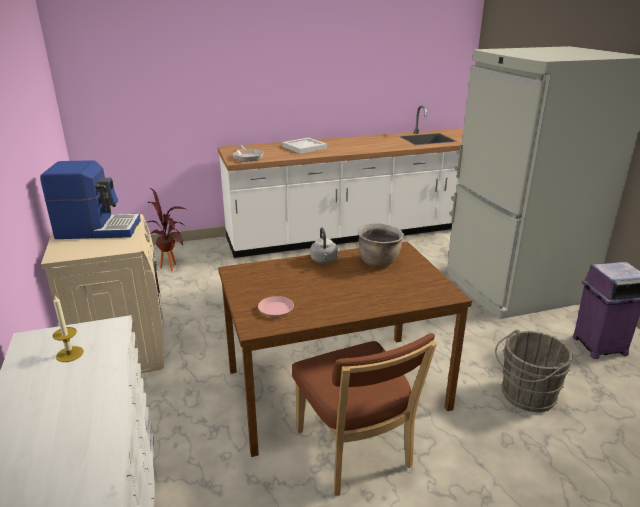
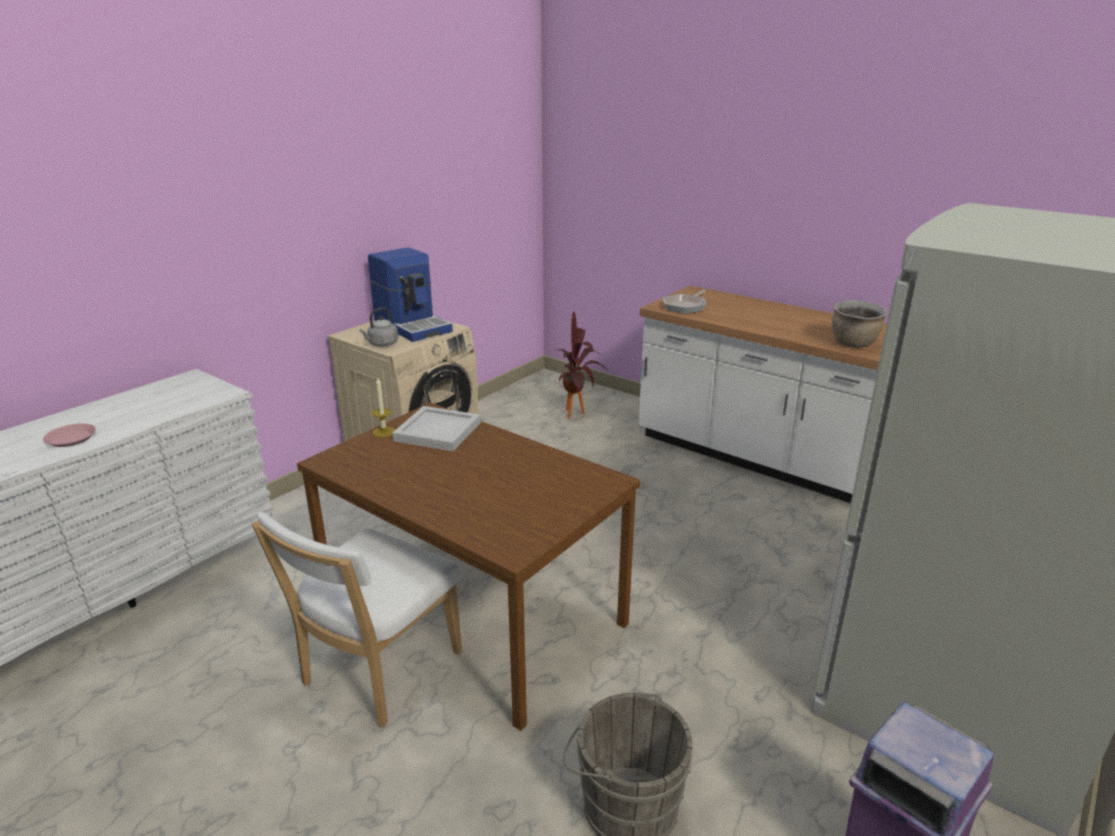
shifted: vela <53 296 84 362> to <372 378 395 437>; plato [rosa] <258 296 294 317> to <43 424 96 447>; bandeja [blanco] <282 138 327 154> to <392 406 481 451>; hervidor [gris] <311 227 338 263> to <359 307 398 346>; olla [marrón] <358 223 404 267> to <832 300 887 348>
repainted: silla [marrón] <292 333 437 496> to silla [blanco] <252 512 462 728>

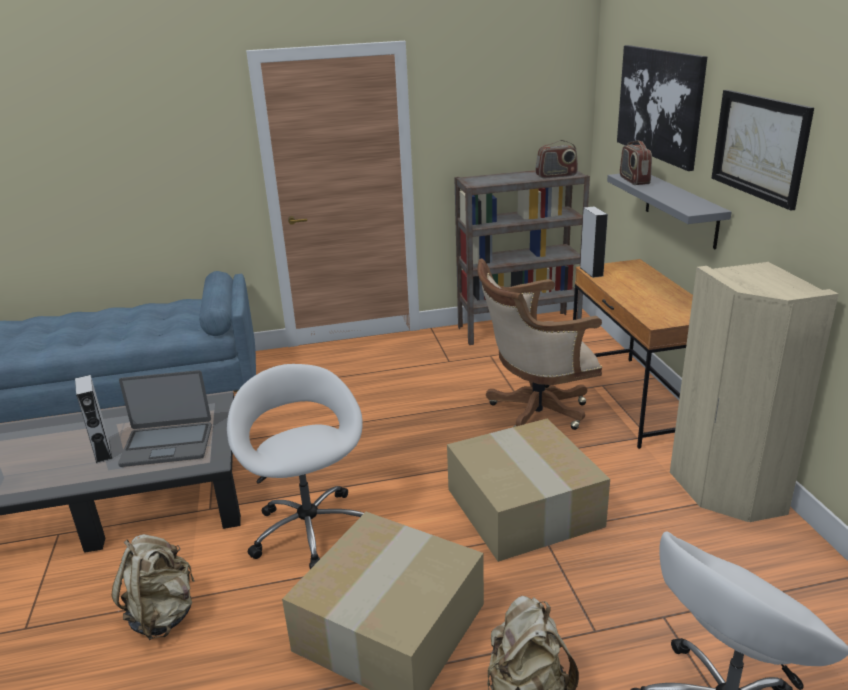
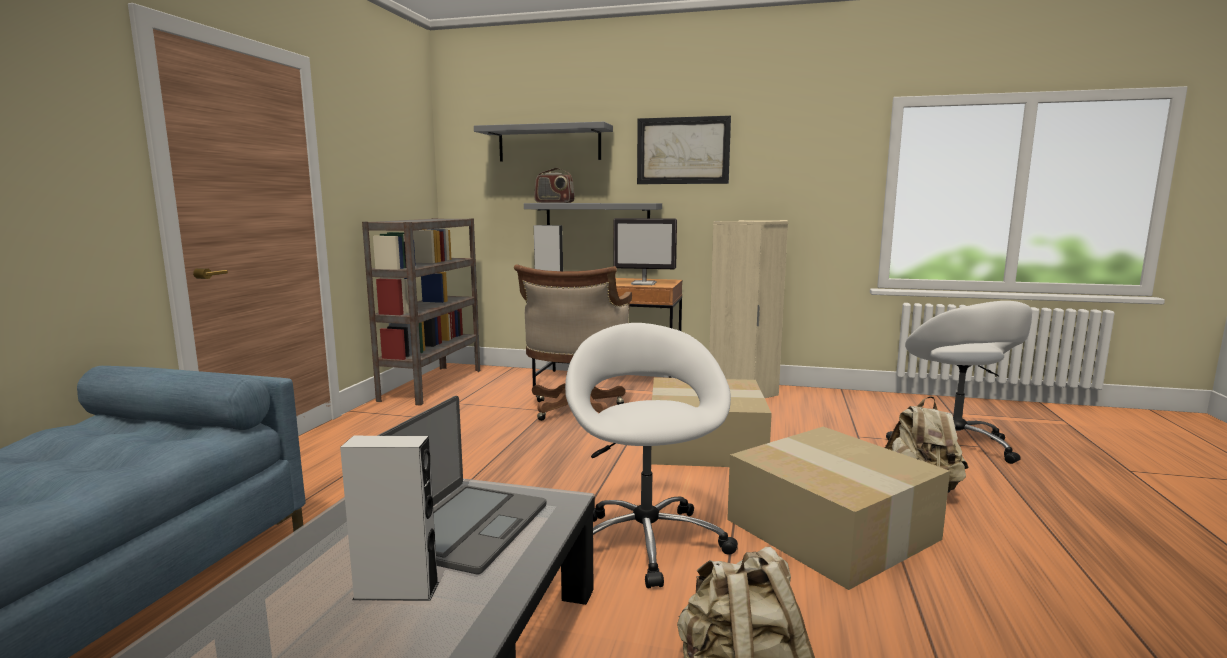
gone: radio <536 140 578 178>
new: monitor <613 218 677 285>
swapped: cuadro <617 45 707 171> to estante [gris] <474 122 613 161>
rotated: silla de oficina [blanco] <227 364 364 569> = <565 323 738 588> 75 degrees clockwise

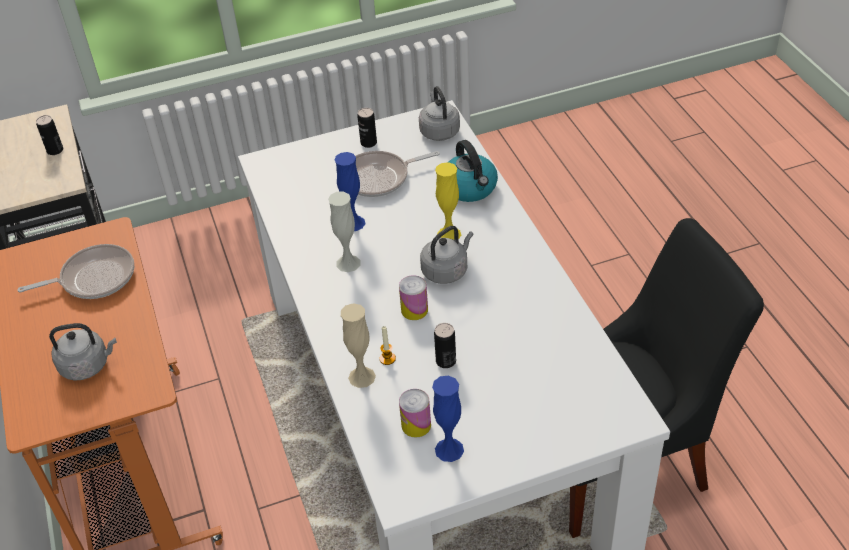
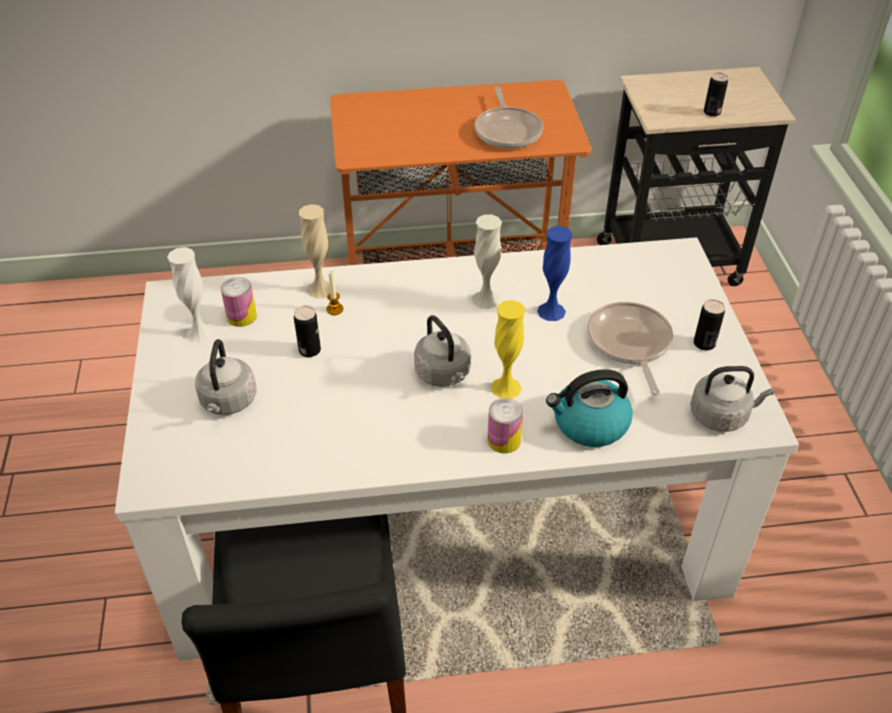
shifted: hervidor [gris] <49 323 117 381> to <195 339 256 415>; lata <399 275 428 320> to <487 398 523 453>
repainted: florero [azul] <432 376 464 462> to florero [blanco] <167 247 215 344>

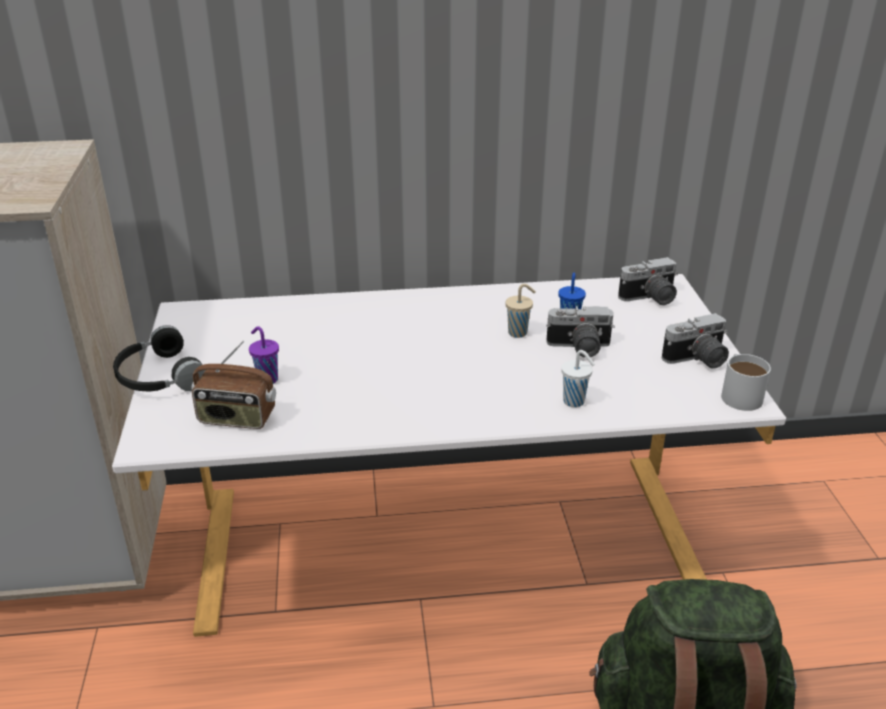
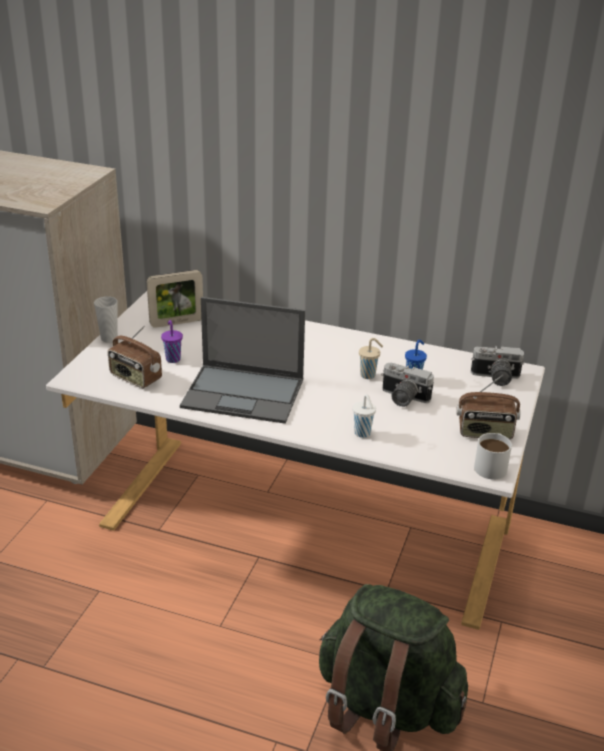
new: portarretratos <147 270 203 328>; portátil <180 297 305 424>
swapped: auriculares [negro] <113 325 205 391> to taza <94 296 118 343>; cámara <662 313 729 369> to radio <456 375 520 440>

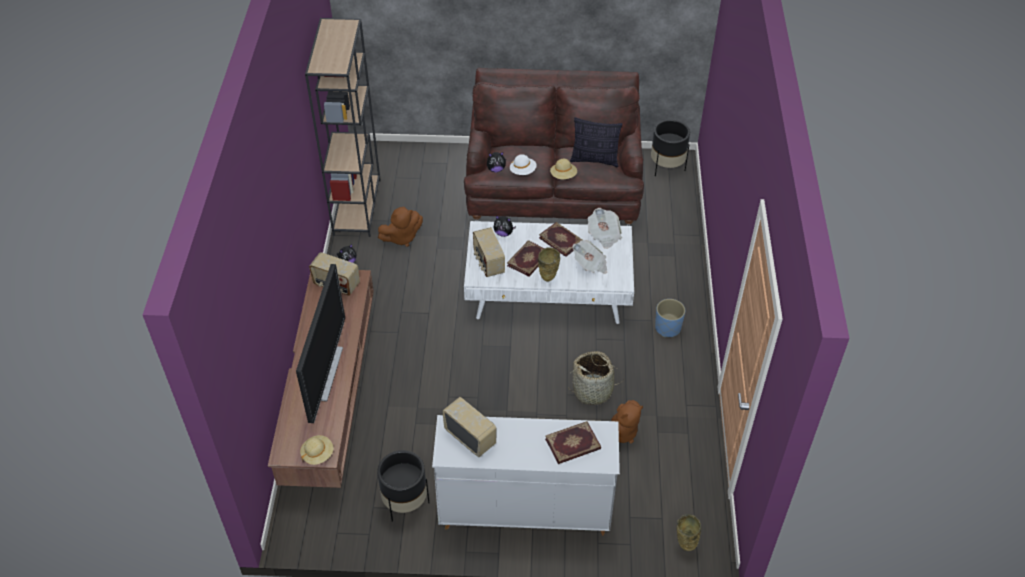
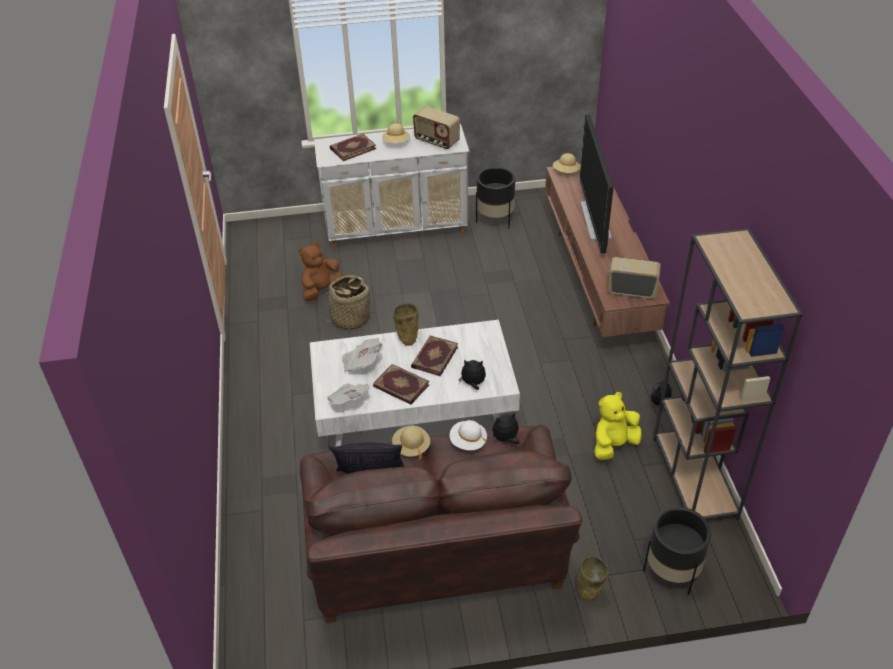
gone: radio <473 227 505 277>; maceta [azul] <655 299 685 337>
new: sombrero [beis] <382 123 410 143>
shifted: maceta [negro] <651 120 690 176> to <643 507 711 595>; florero [beis] <677 514 701 551> to <577 556 608 600>
repainted: peluche [marrón] <378 207 423 247> to peluche [amarillo] <594 392 642 460>

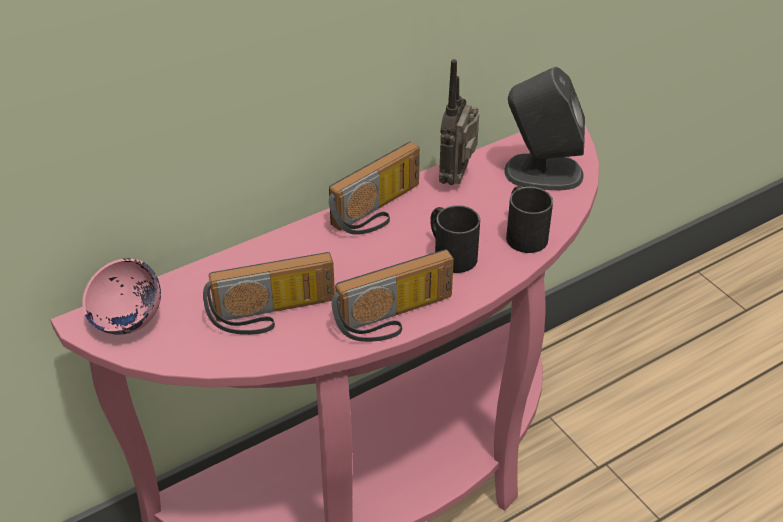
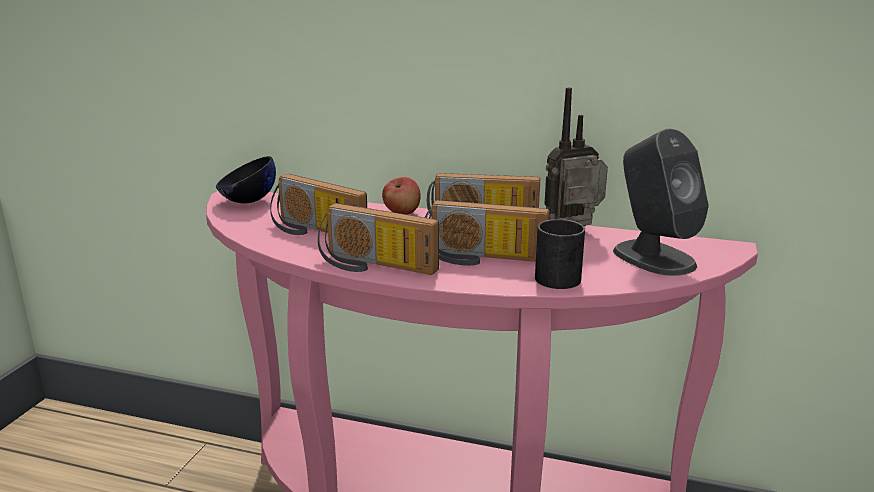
new: manzana <382 177 421 215>
swapped: taza grande [negro] <430 205 480 273> to radio <425 200 550 266>
repainted: cuenco [rosa] <82 258 161 335> to cuenco [negro] <216 156 276 203>

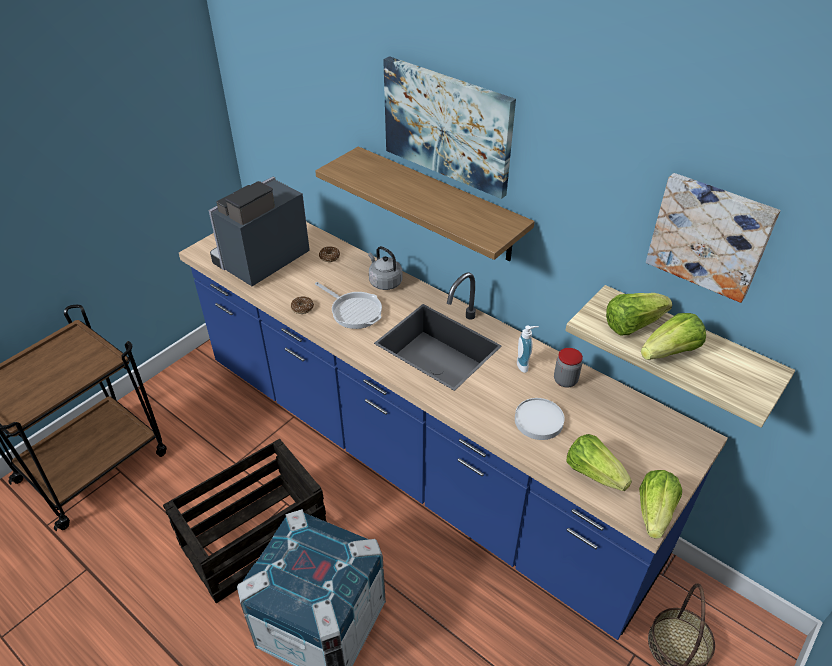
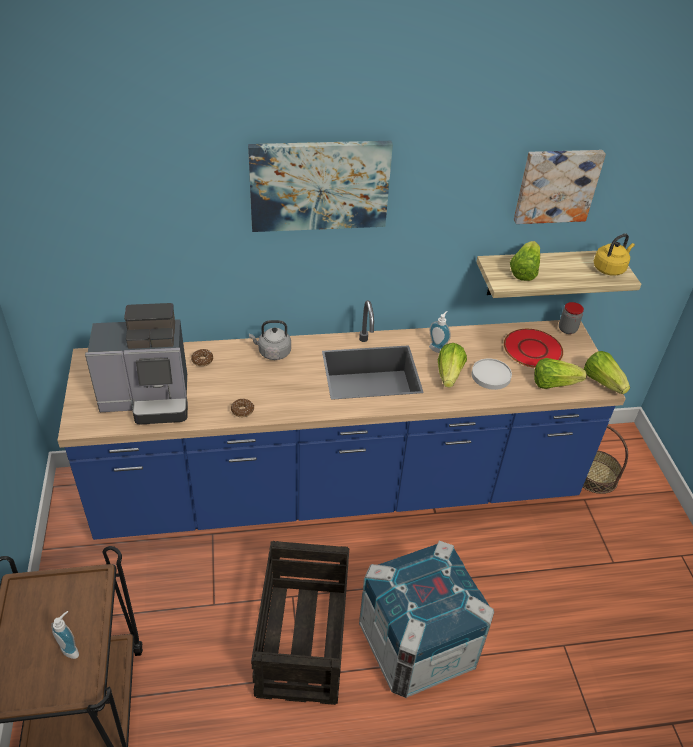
gone: estante <315 146 535 261>; sartén <315 282 382 329>
new: dispensador de jabón <51 611 79 659>; plato [rojo] <504 329 563 368>; hervidor [amarillo] <594 233 635 276>
shifted: tarro <554 348 583 387> to <559 302 584 334>; lechuga <641 313 706 360> to <438 343 467 388>
rotated: cafetera <209 177 310 286> = <85 303 188 424> 90 degrees counterclockwise

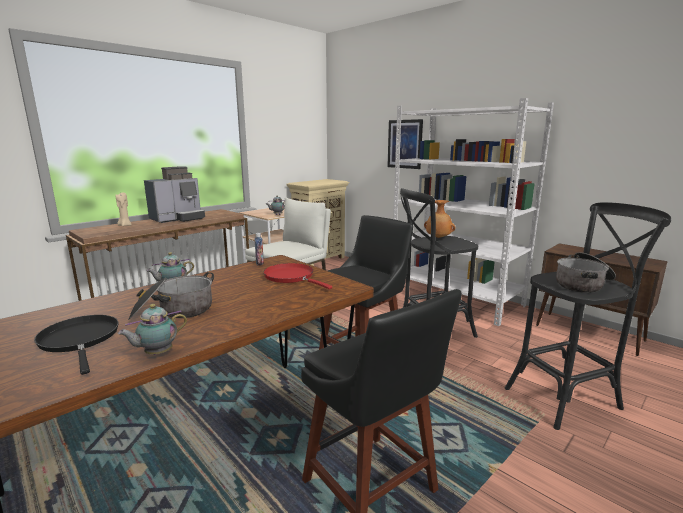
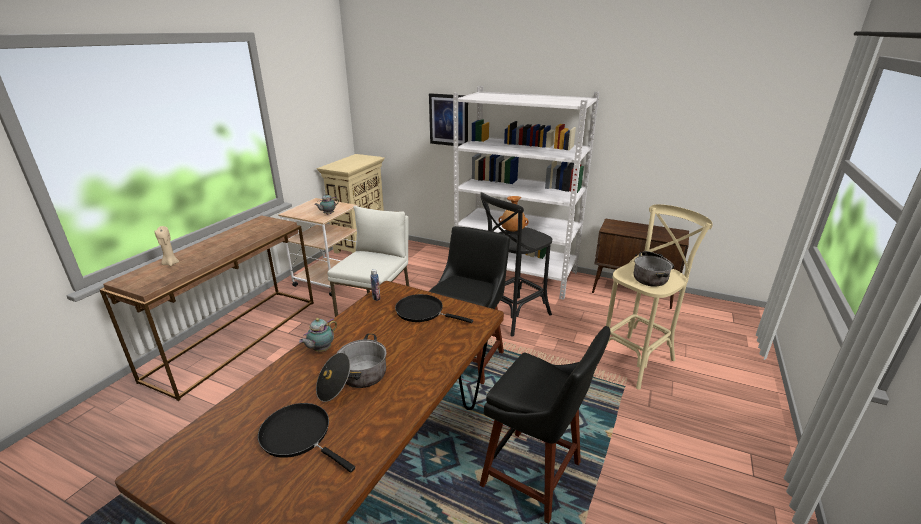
gone: tetera <118 304 187 355>; cafetera <144 166 205 223>
repainted: sartén [rojo] <263 263 332 289> to sartén [negro] <395 294 473 323>; taburete [negro] <504 202 671 430> to taburete [beis] <605 204 713 389>

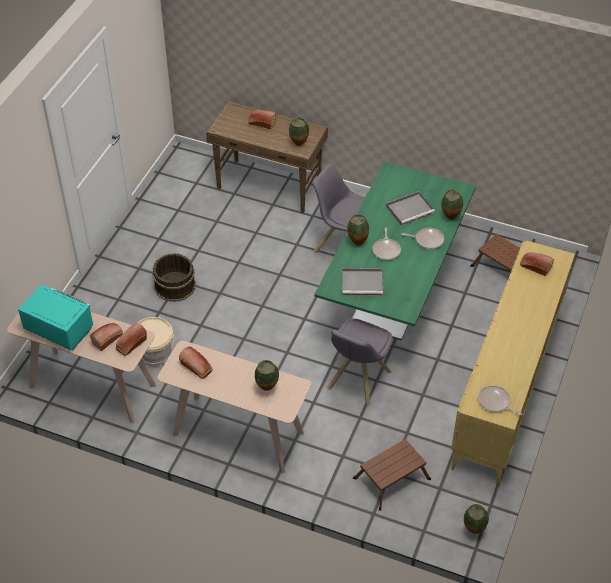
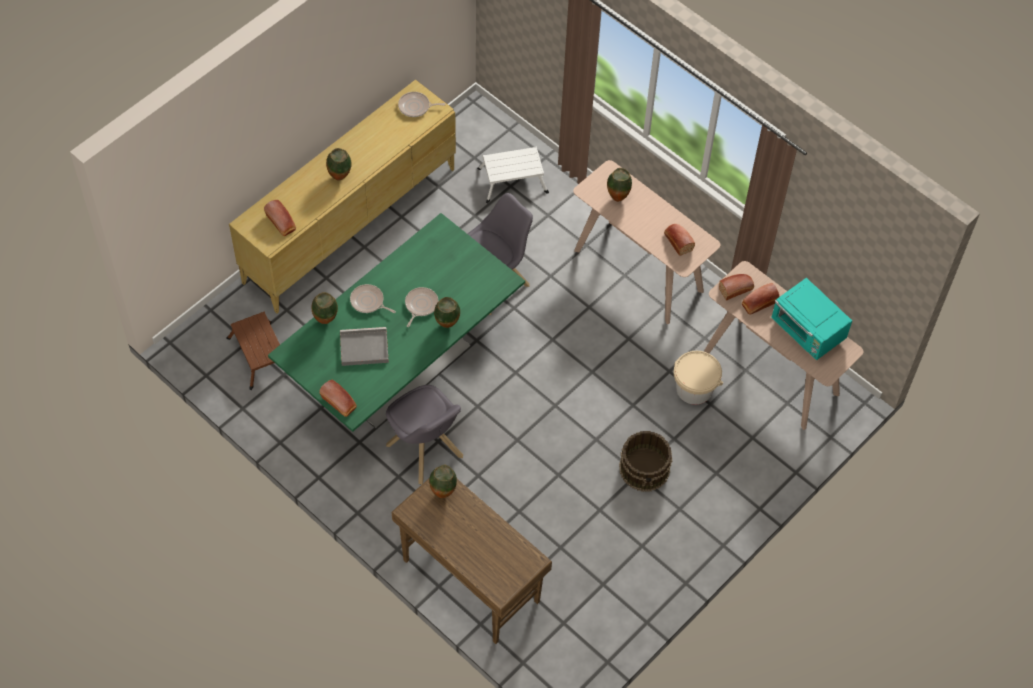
gone: bandeja [gris] <342 268 383 296>
shifted: pan <248 110 276 129> to <320 380 357 417>; florero <464 504 489 534> to <326 148 352 180>
repainted: escalera de tijera [marrón] <353 439 431 511> to escalera de tijera [blanco] <477 147 549 204>
rotated: sartén <478 385 522 415> = <398 92 446 117> 120 degrees clockwise

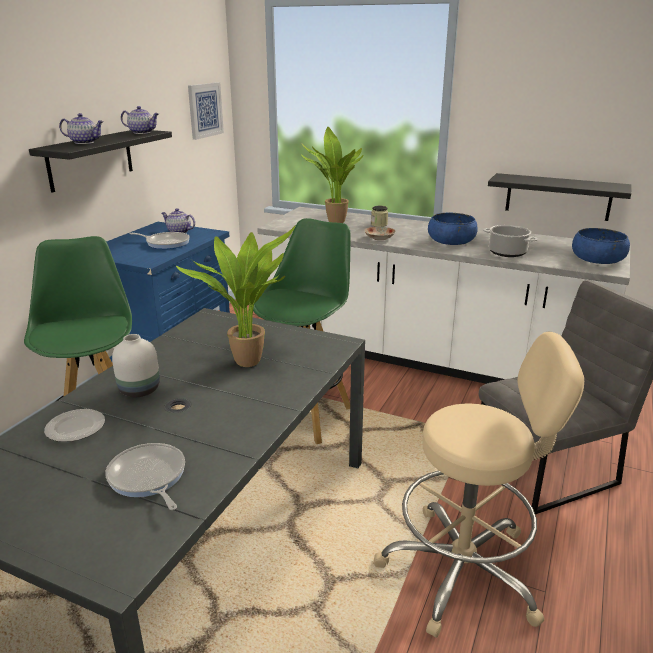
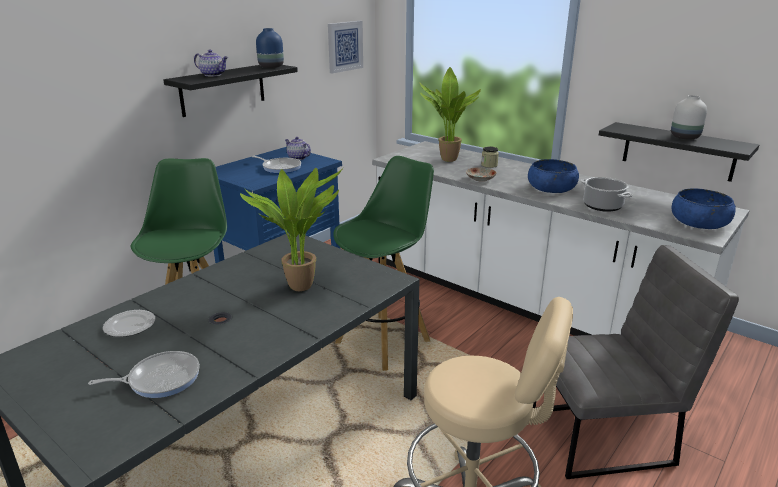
shifted: florero [blanco] <112 334 160 398> to <671 95 707 140>
swapped: tetera <121 106 159 134> to florero [azul] <256 28 284 68>
rotated: sartén <105 443 185 510> = <88 351 200 398> 90 degrees clockwise

